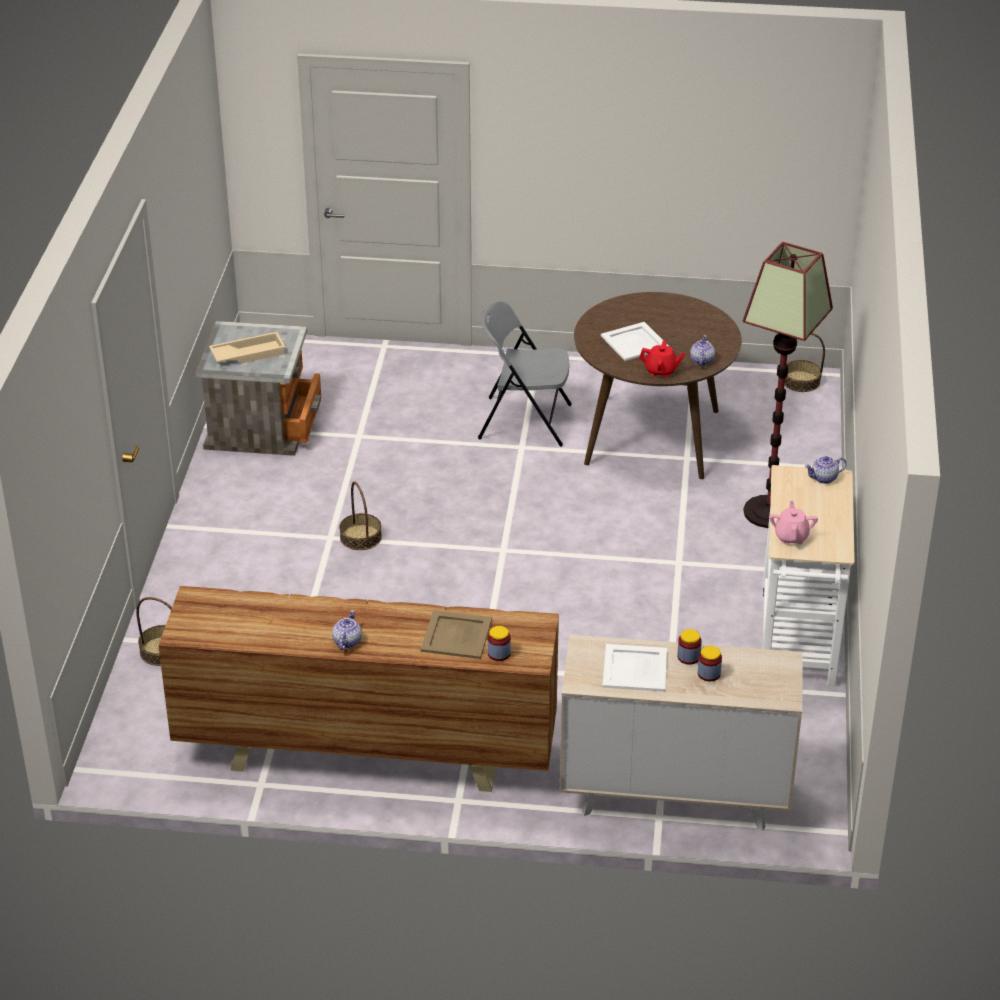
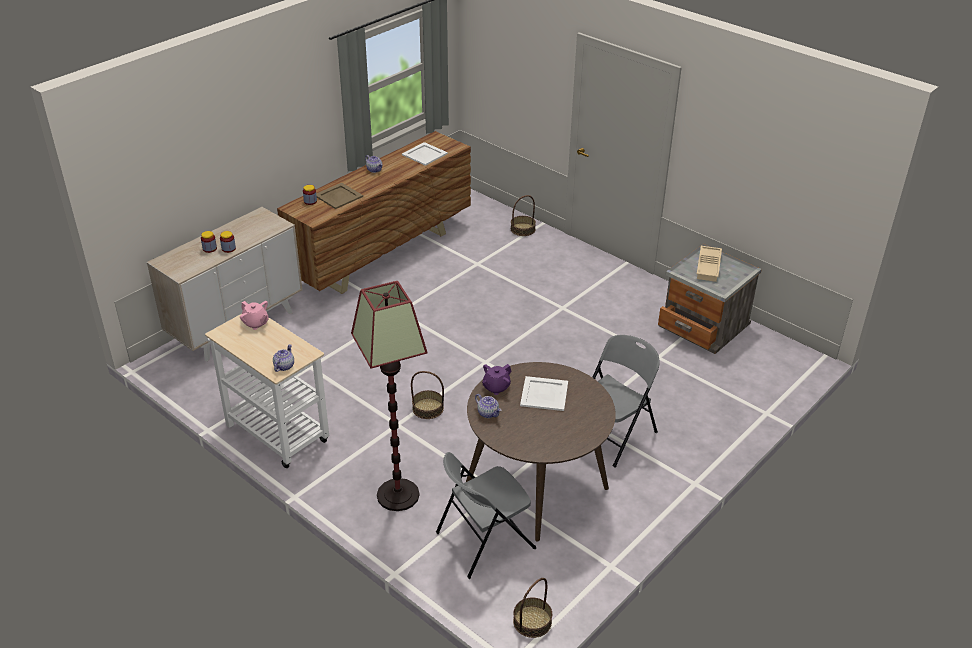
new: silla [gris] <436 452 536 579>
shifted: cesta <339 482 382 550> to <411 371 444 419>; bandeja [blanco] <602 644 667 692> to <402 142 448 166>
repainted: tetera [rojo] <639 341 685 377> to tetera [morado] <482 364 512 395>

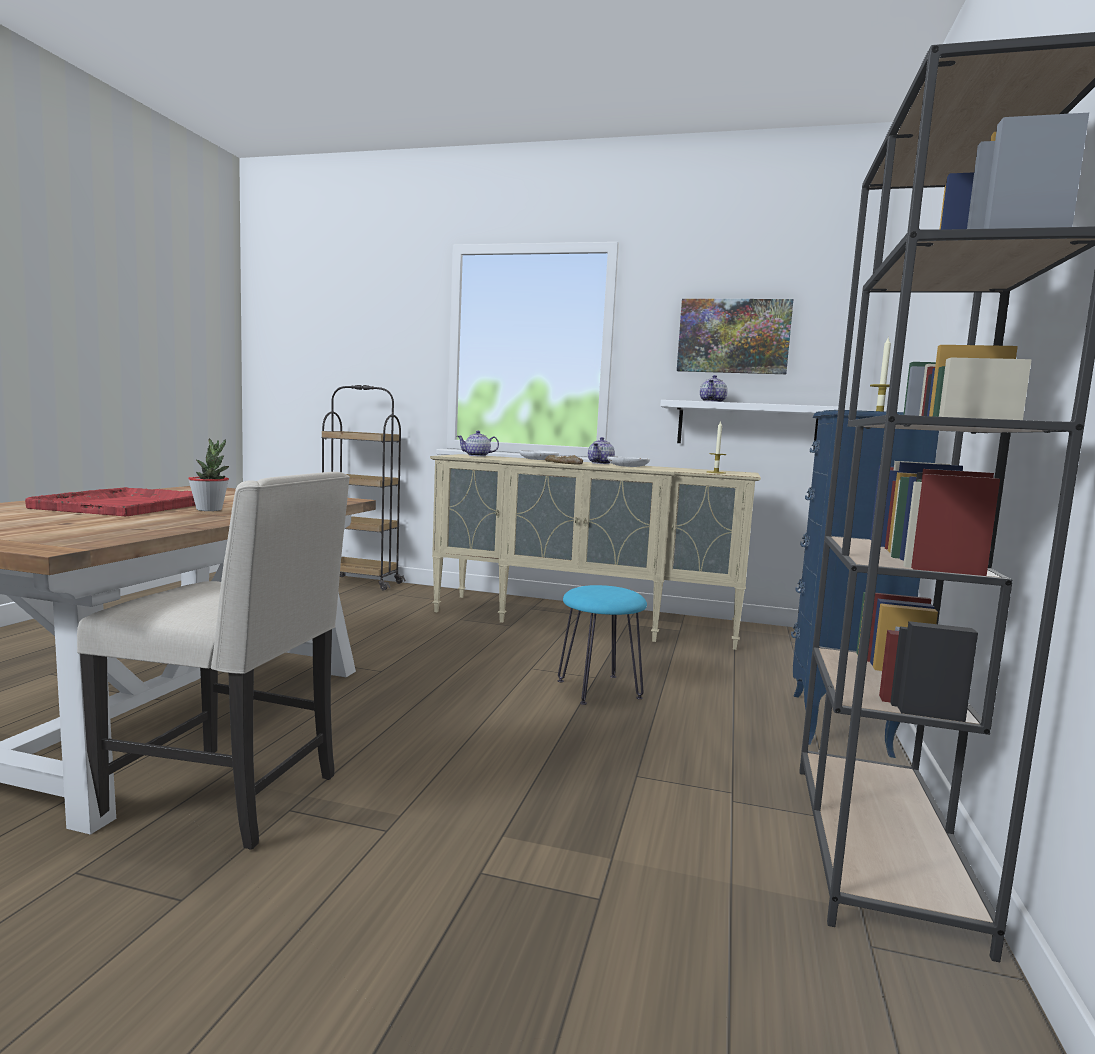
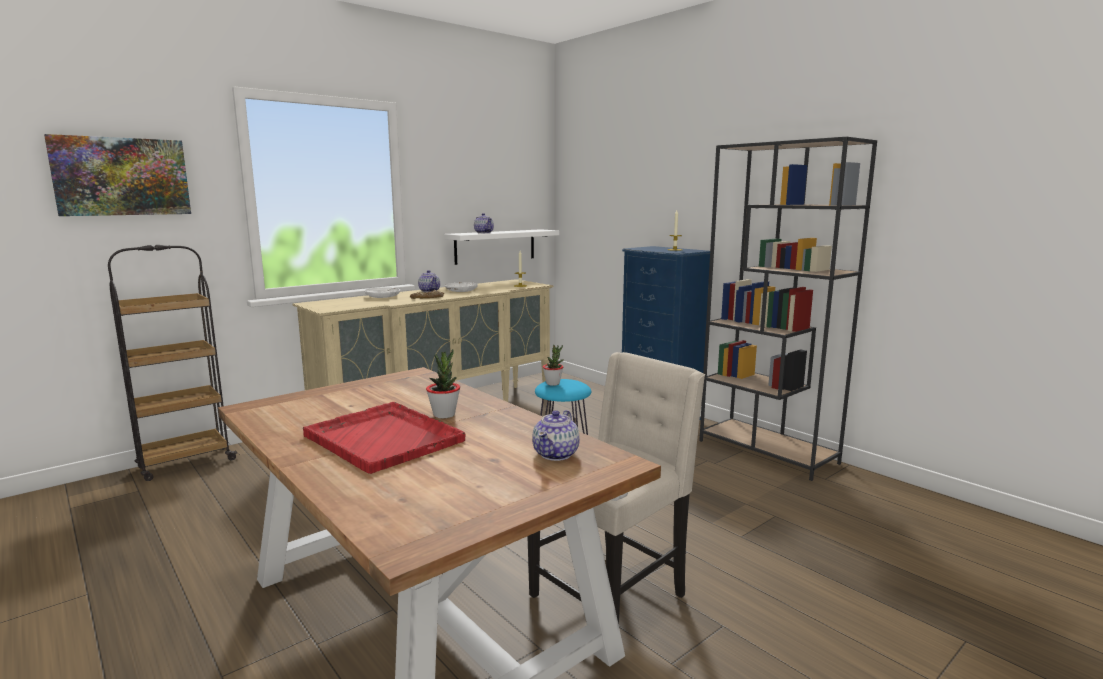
new: planta en maceta <543 345 563 386>
shifted: tetera <457 431 499 456> to <532 410 580 461>; cuadro <677 299 794 374> to <44 134 191 216>

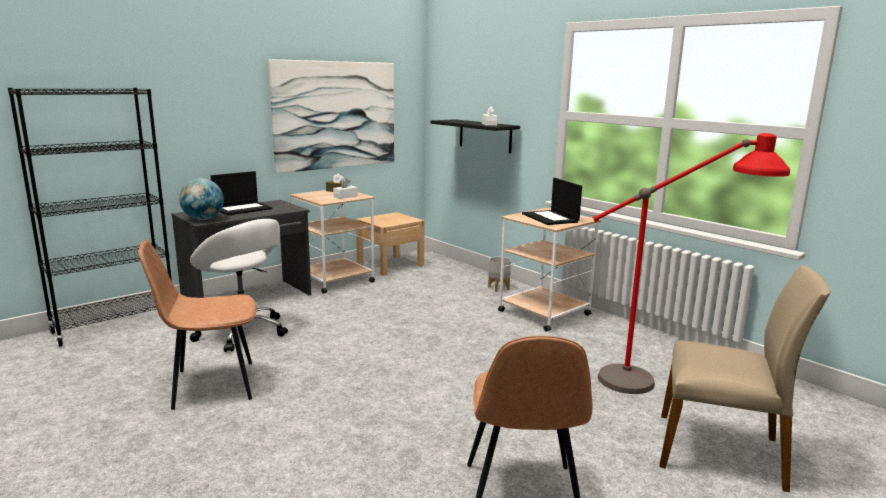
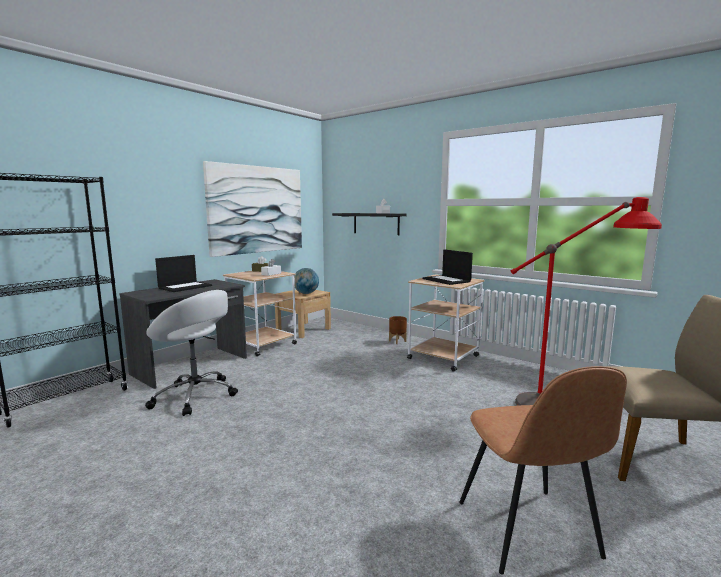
gone: silla [marrón] <139 239 256 410>
shifted: globo terráqueo <179 178 224 220> to <294 268 319 294>
repainted: maceta [gris] <488 257 511 292> to maceta [marrón] <389 316 407 344>

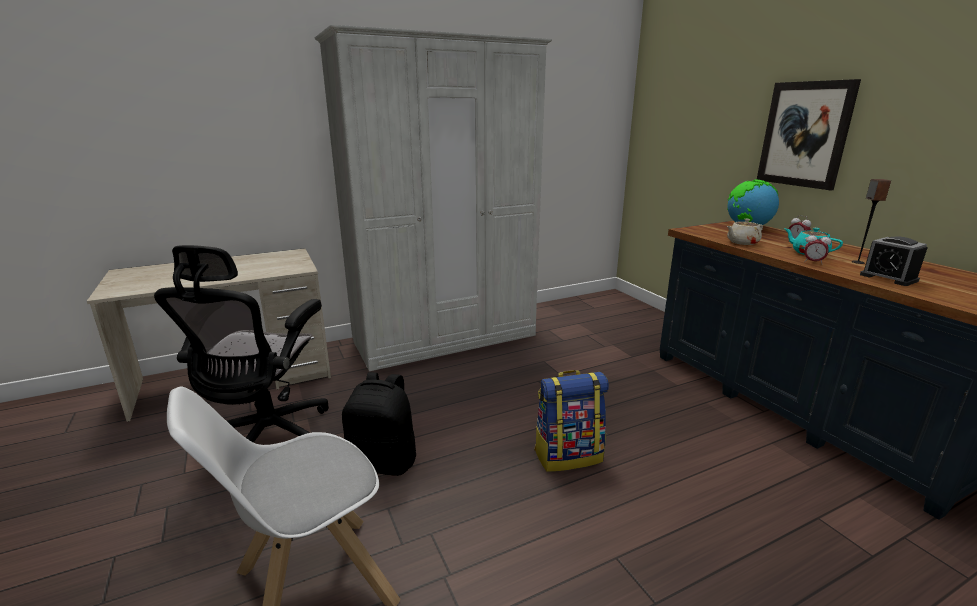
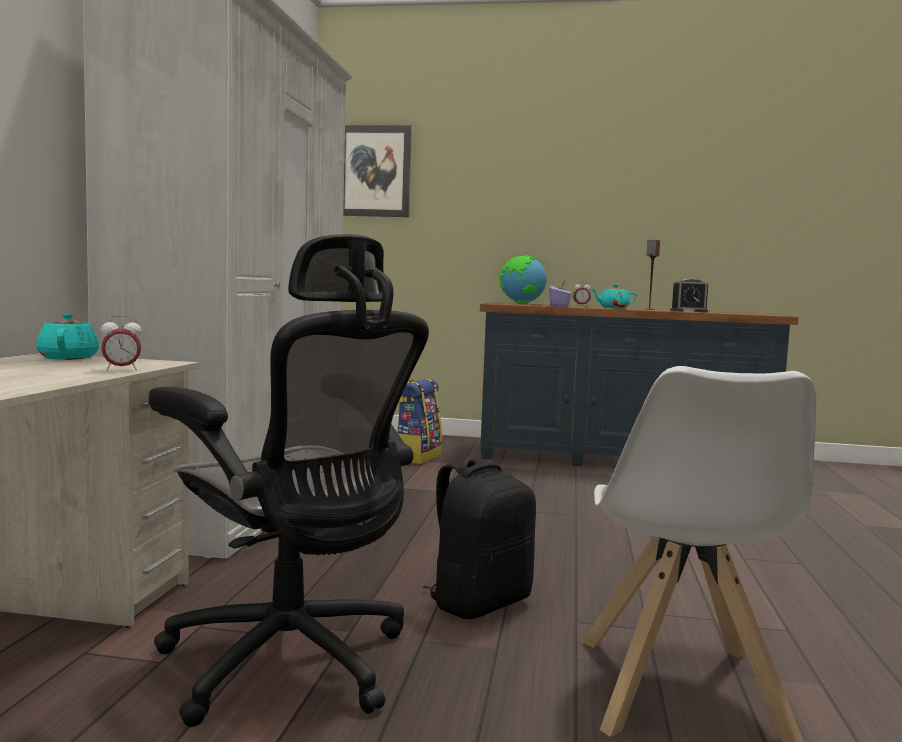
new: tetera [turquesa] <36 314 99 360>
shifted: mochila <534 370 609 472> to <397 378 442 464>; cuadro <757 79 861 190> to <343 125 412 217>; despertador <804 232 831 263> to <100 316 142 371>
swapped: tetera [beis] <727 219 763 245> to caja de pañuelos [morado] <549 281 572 307>

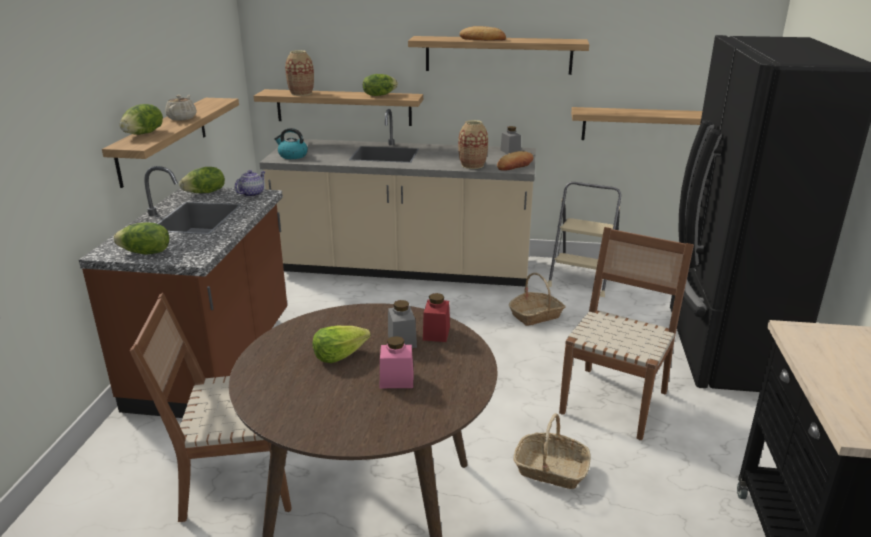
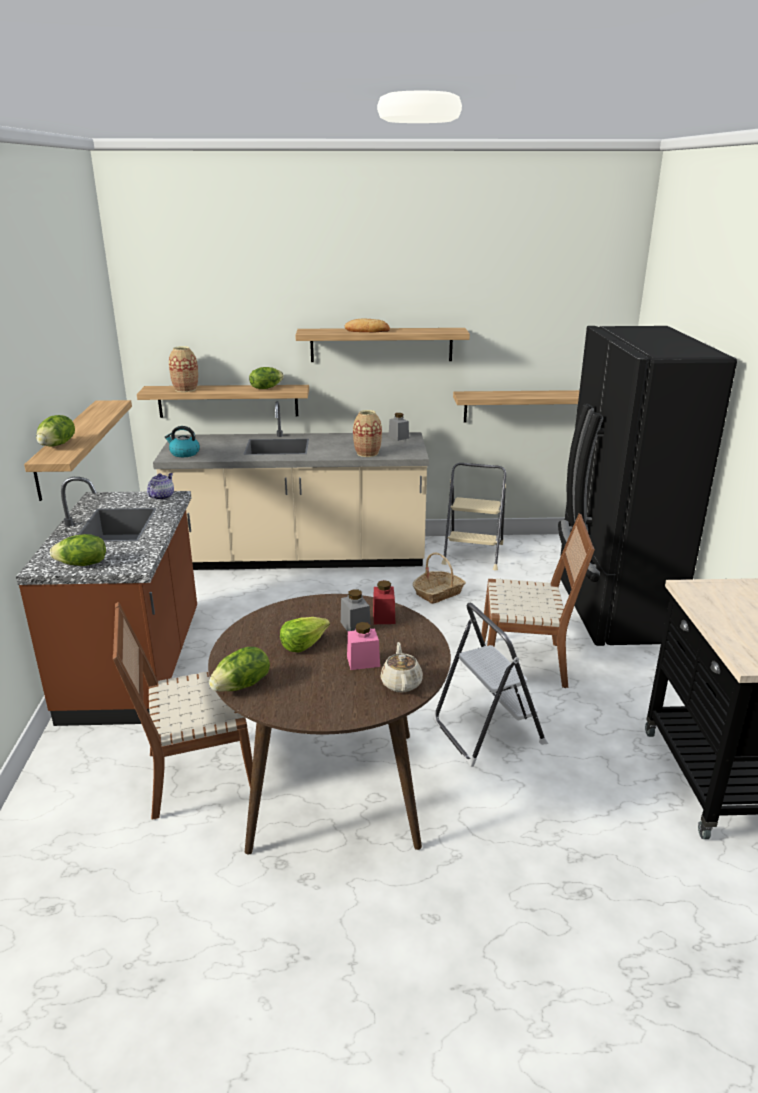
gone: pan <497 151 533 171>
shifted: tetera [beis] <165 95 197 120> to <380 642 423 693>; lechuga <179 167 225 193> to <209 647 270 692>
swapped: cesta <513 413 591 489> to escalera de tijera [blanco] <433 603 549 767>
rotated: silla <559 227 694 440> = <481 513 595 688> 75 degrees clockwise

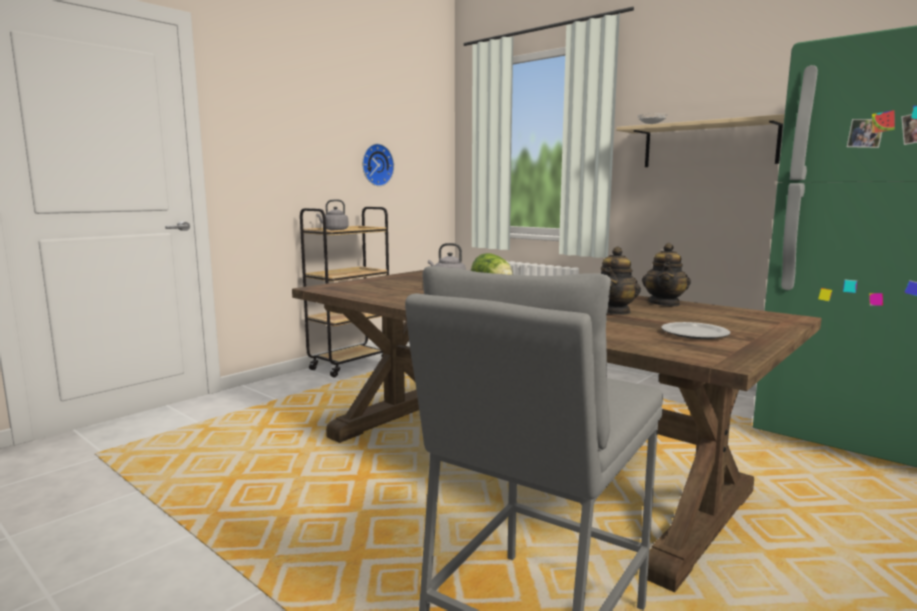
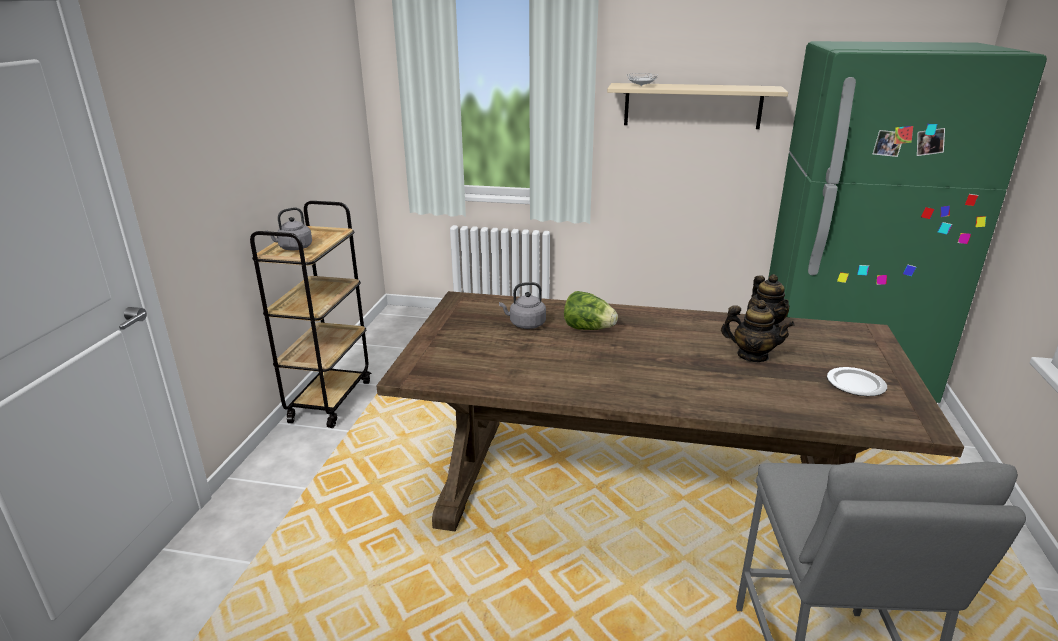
gone: reloj de pared <362 143 394 186>
rotated: tetera <601 247 641 315> = <721 300 795 362> 60 degrees counterclockwise

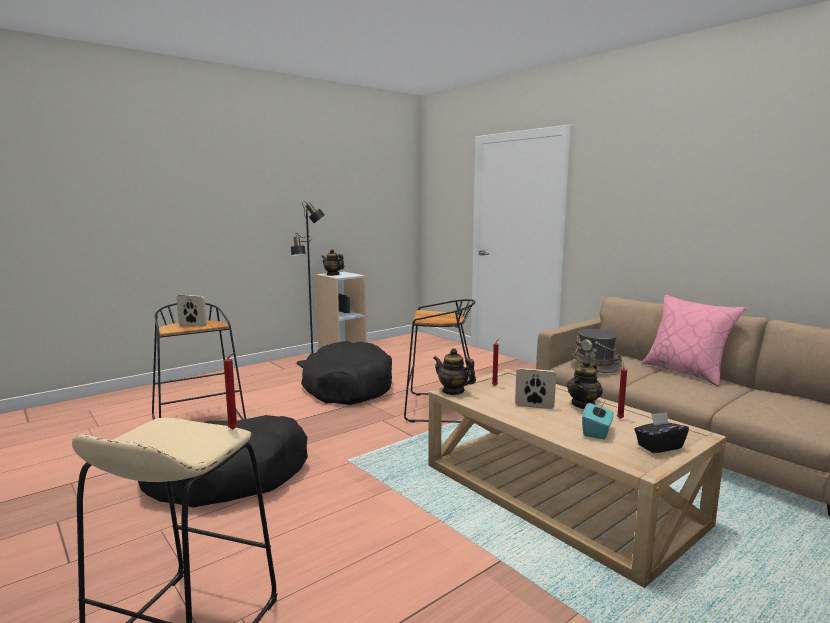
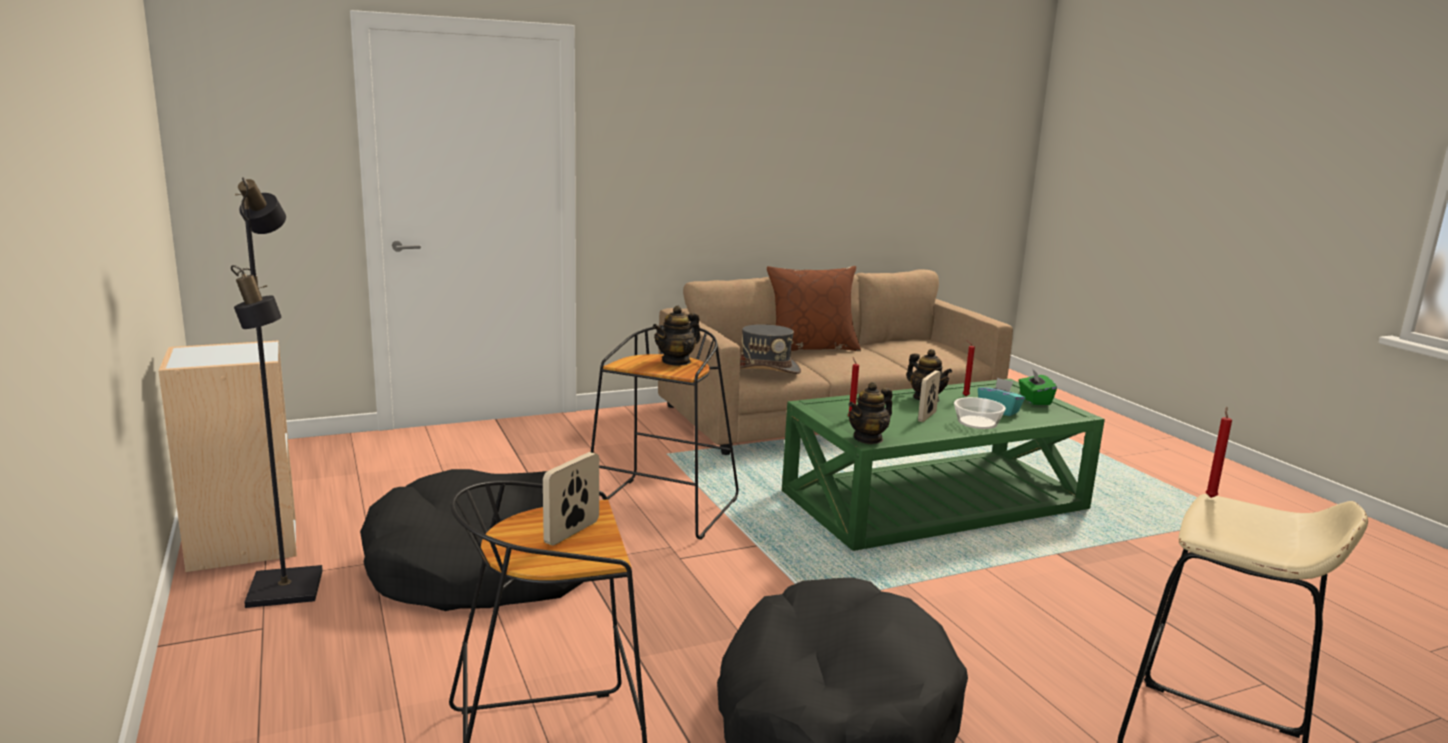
new: cuenco <954 397 1006 429>
shifted: tetera <321 249 344 276> to <653 306 700 366>
repainted: mesa de centro [beis] <428 369 726 588> to mesa de centro [verde] <782 379 1105 551>; caja de pañuelos [negro] <634 412 689 453> to caja de pañuelos [verde] <1018 368 1057 405>; cojín [rosa] <642 294 746 386> to cojín [marrón] <767 266 861 351>

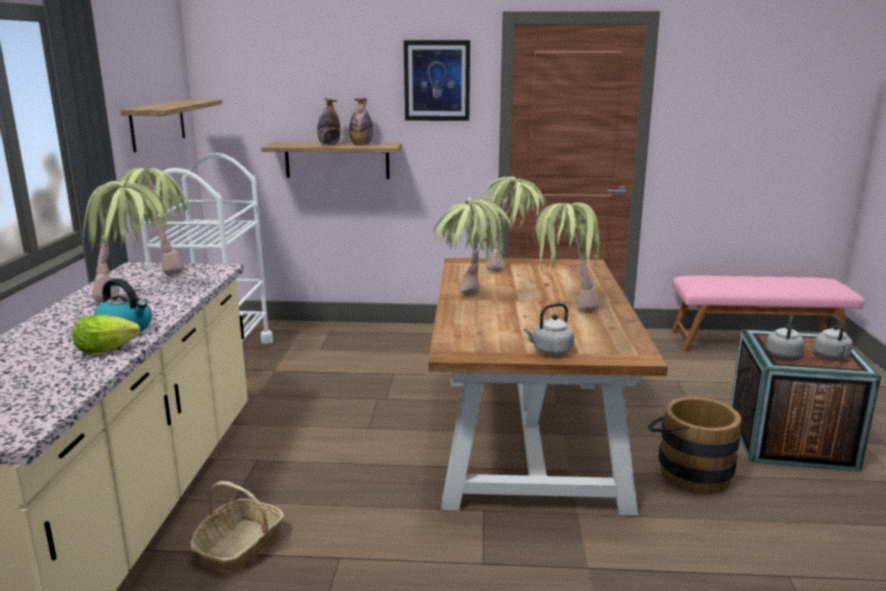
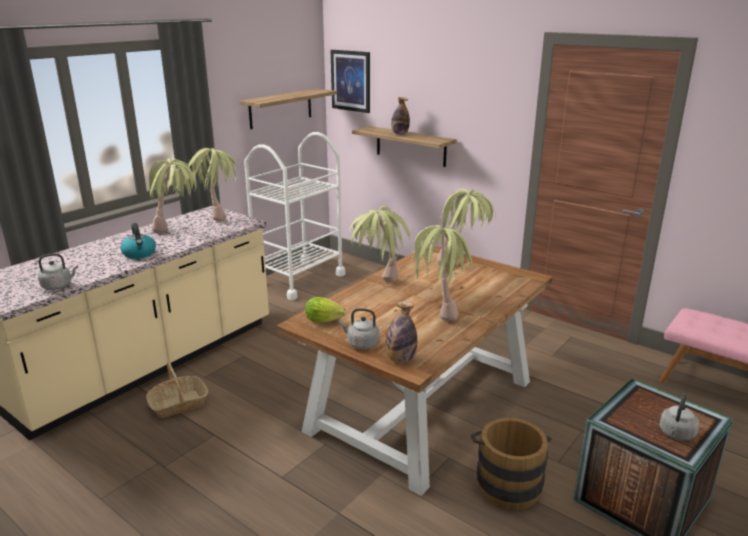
shifted: lechuga <72 315 140 353> to <305 297 346 323>; botella <349 98 373 145> to <385 301 417 363>; cuadro <404 40 470 121> to <331 50 370 113>; hervidor [gris] <766 315 804 358> to <38 253 78 290>

